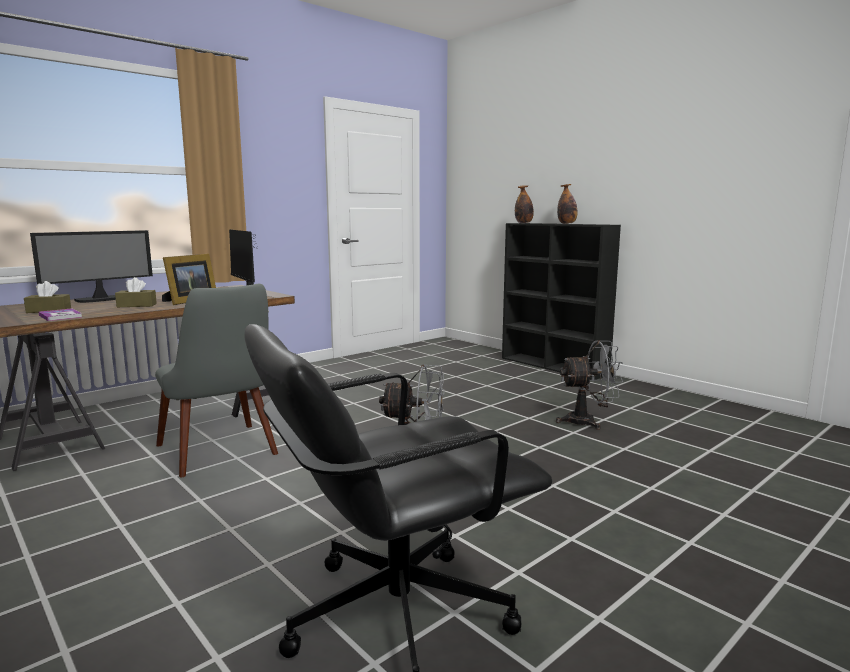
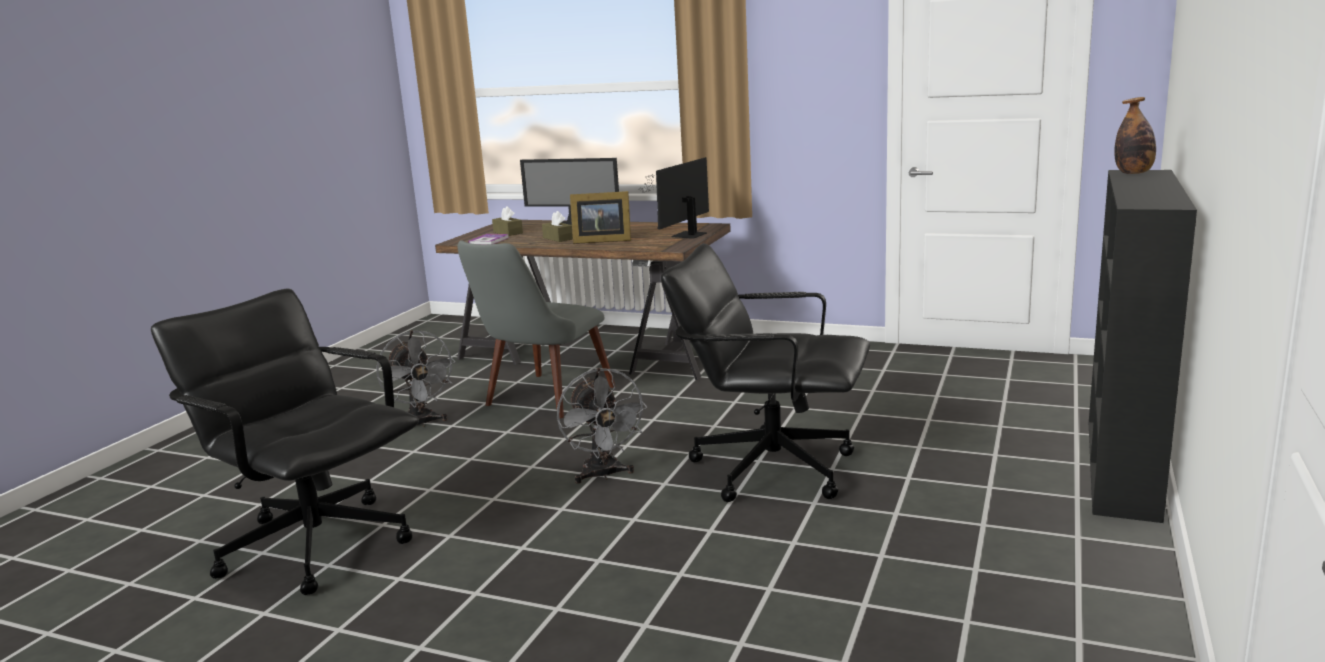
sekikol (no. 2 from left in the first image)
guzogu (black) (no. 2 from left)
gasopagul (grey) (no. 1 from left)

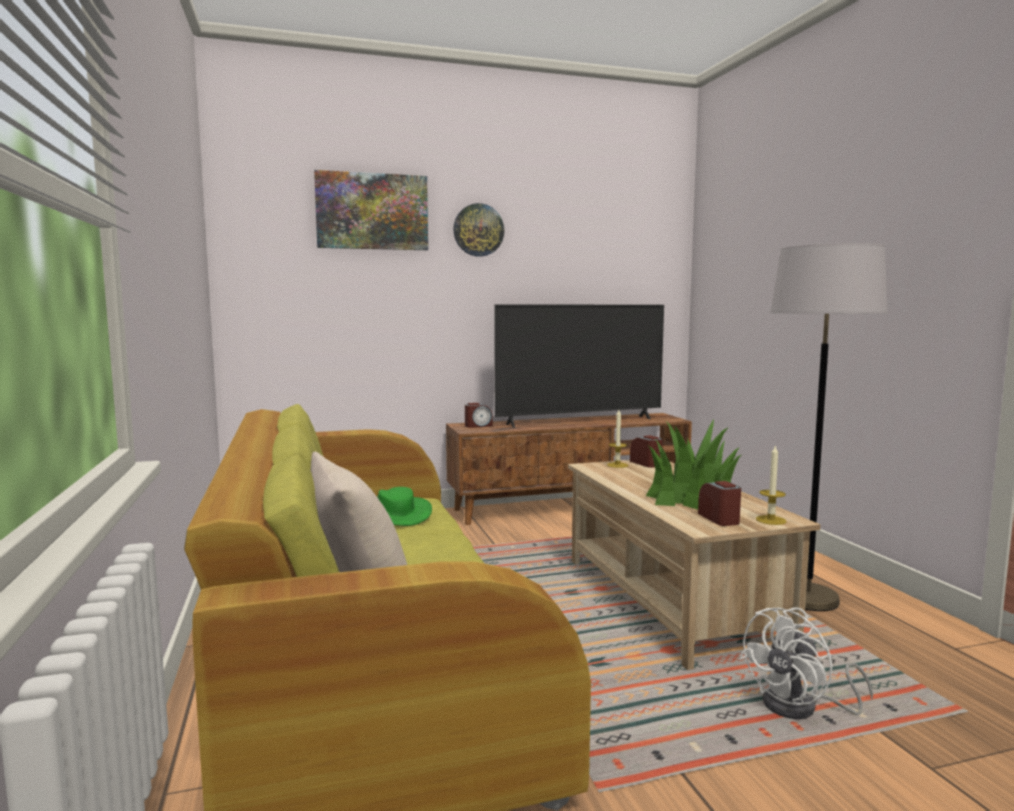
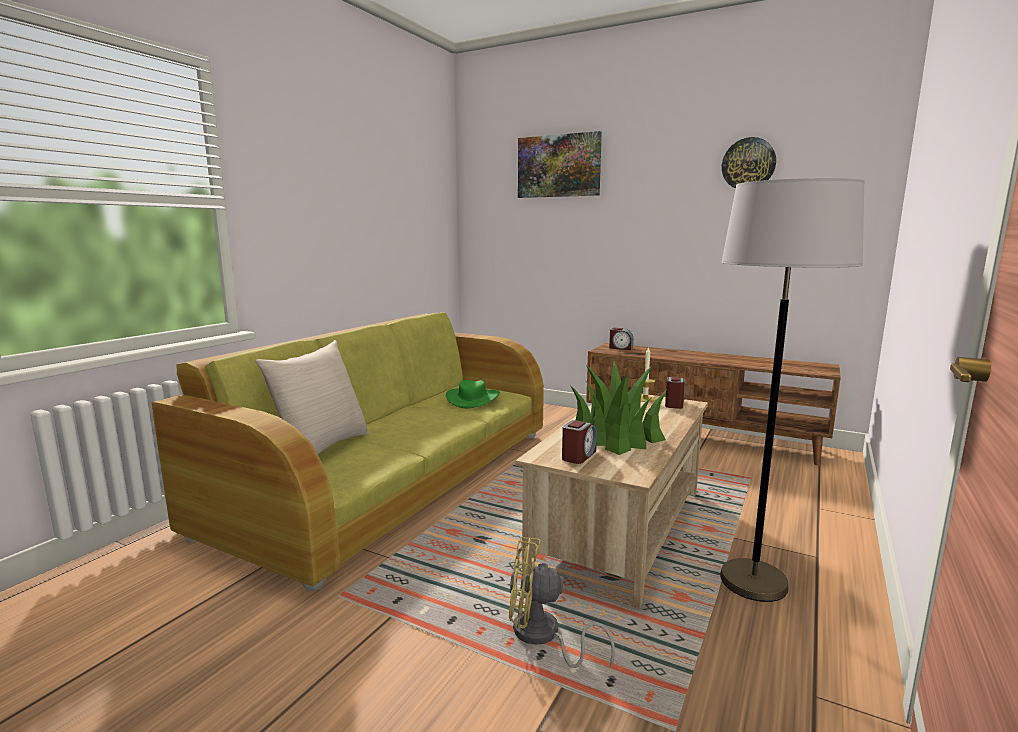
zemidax
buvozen (no. 2 from left in the first image)
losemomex
gasopagul (yellow)

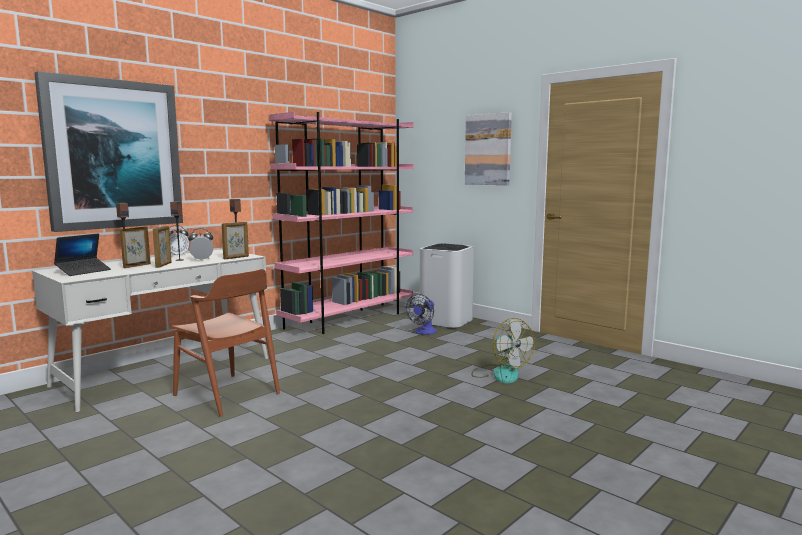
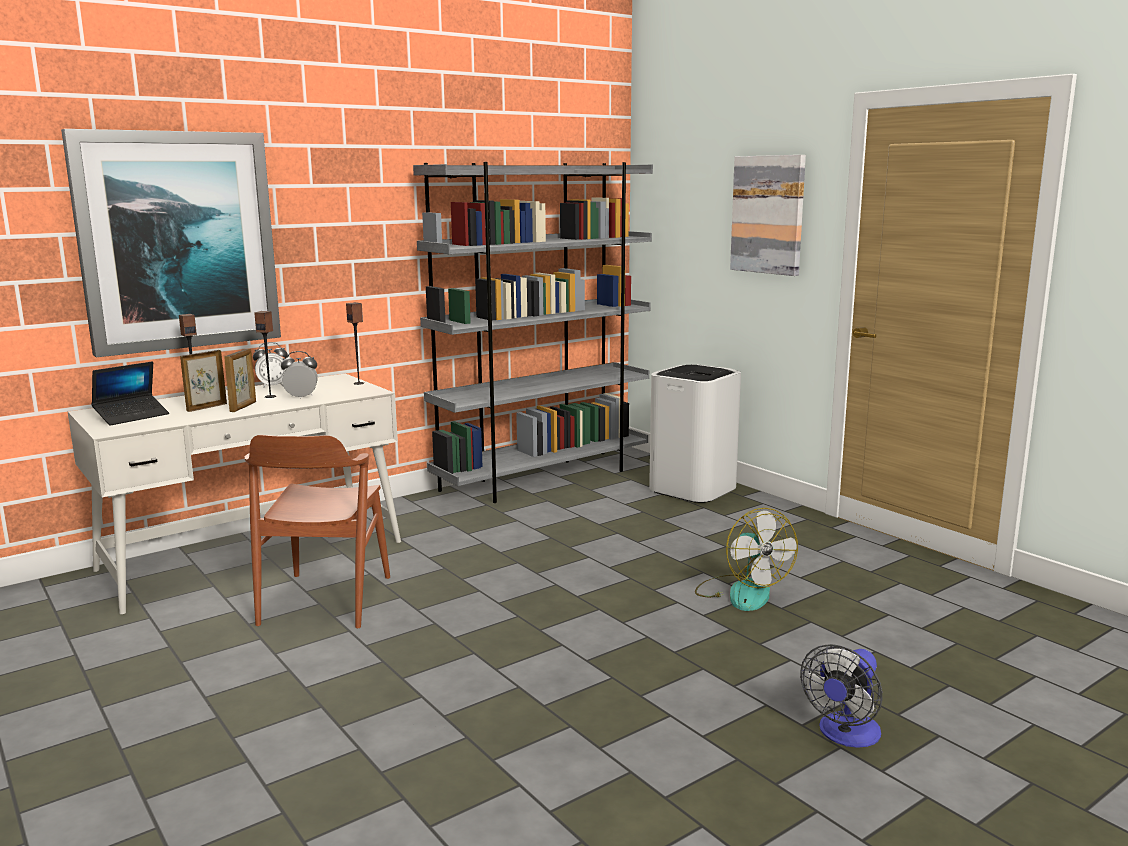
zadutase (no. 3 from left in the first image)
gasopagul (no. 2 from left)
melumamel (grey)
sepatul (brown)

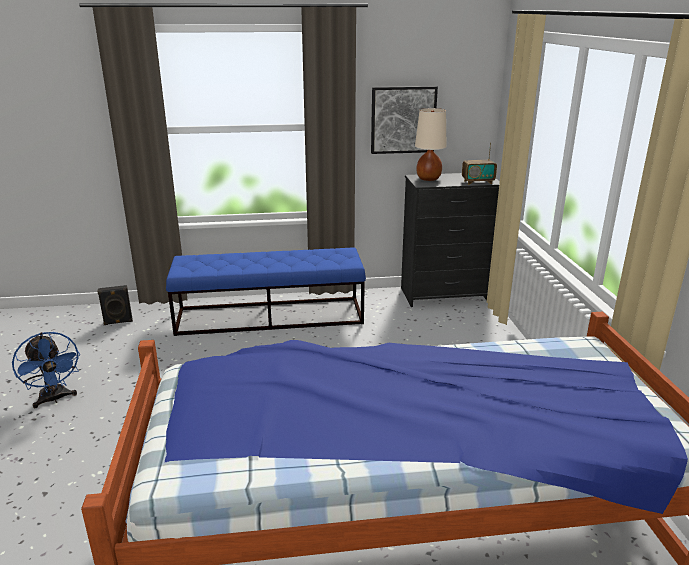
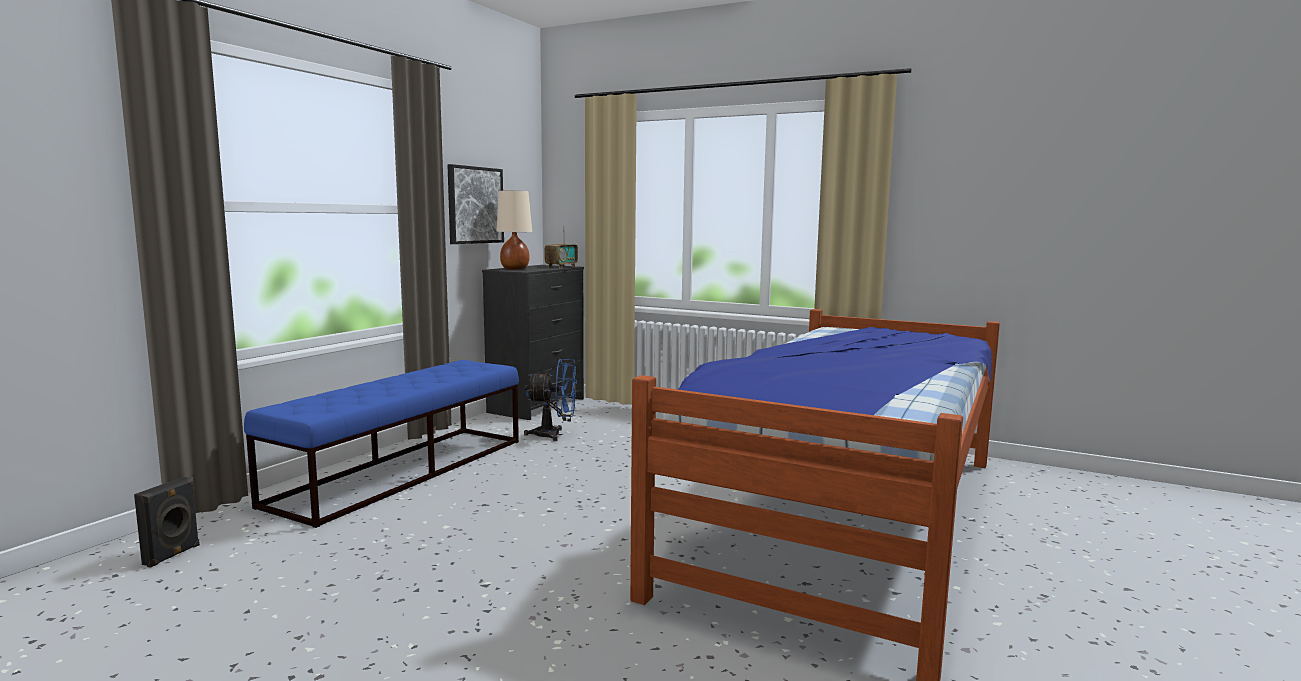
gasopagul (blue)

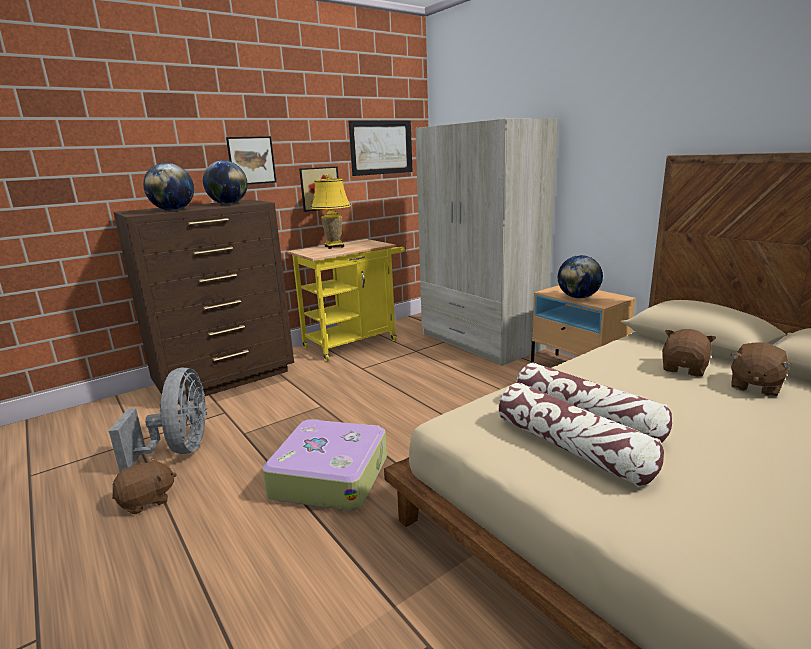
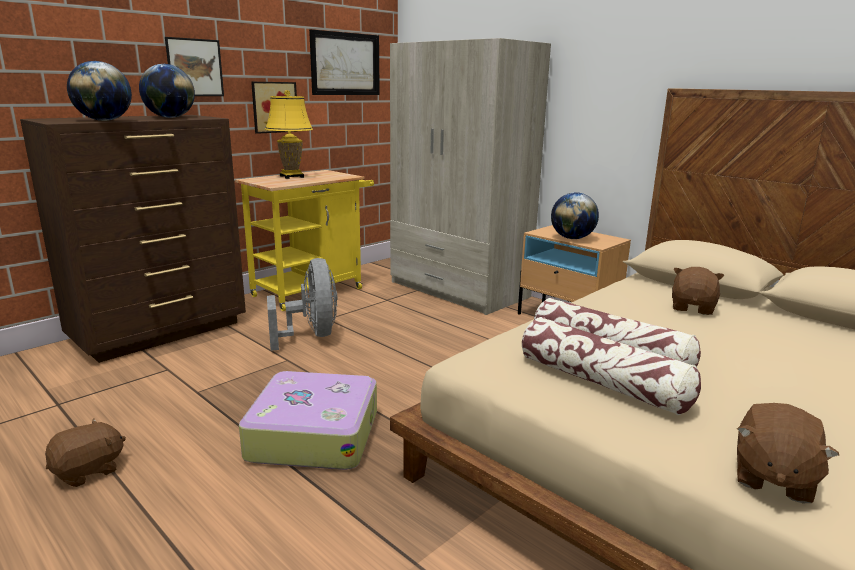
gasopagul (grey)
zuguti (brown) (no. 3 from left)

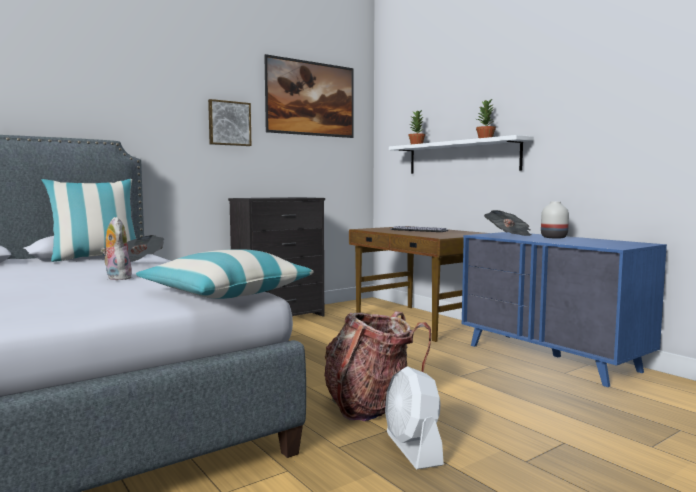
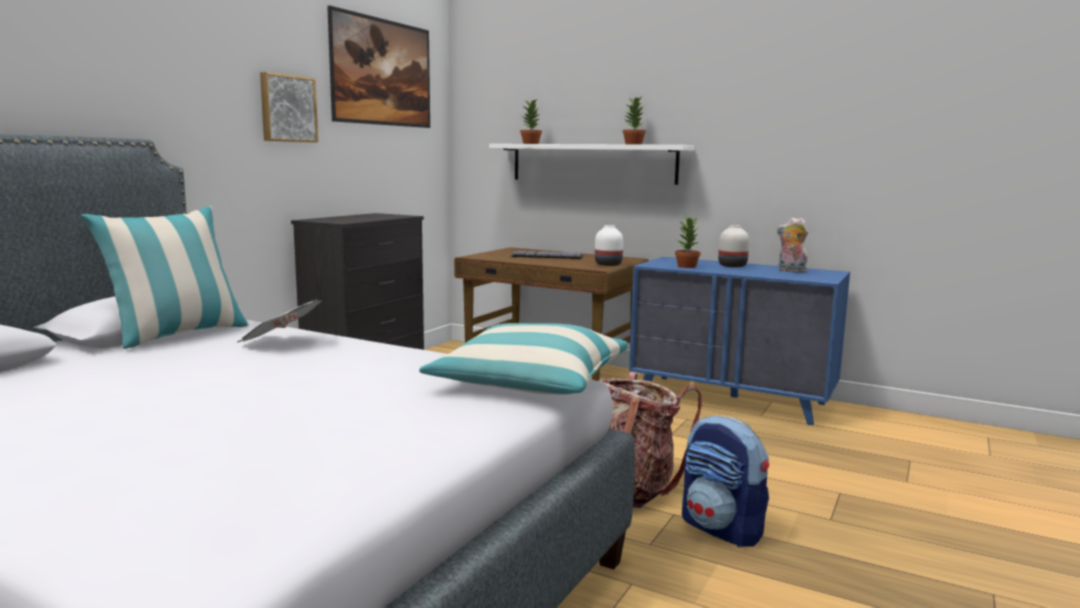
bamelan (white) (no. 1 from left)
zuguti
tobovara (no. 2 from left)
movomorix (no. 3 from left)

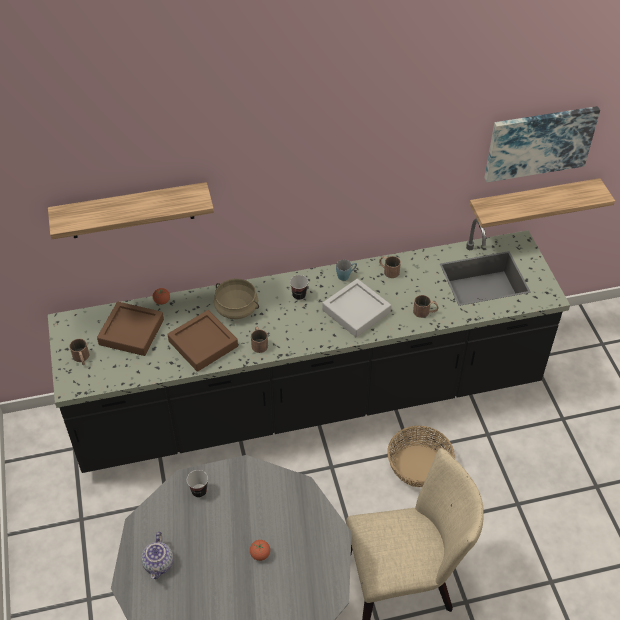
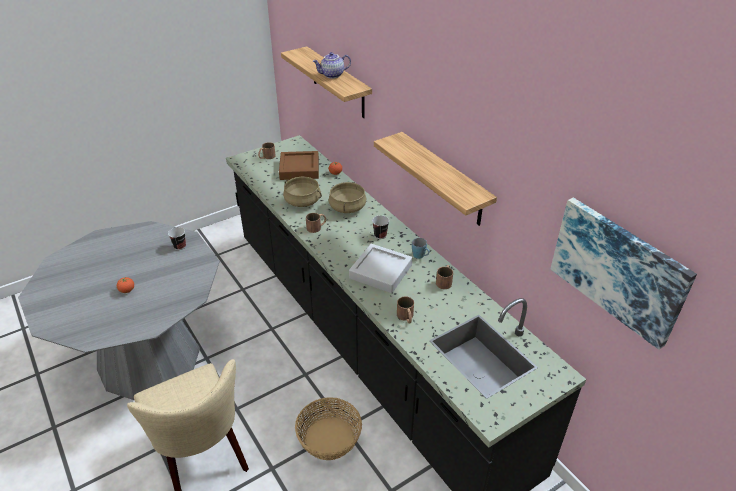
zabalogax
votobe (no. 2 from left)
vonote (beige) (no. 1 from left)

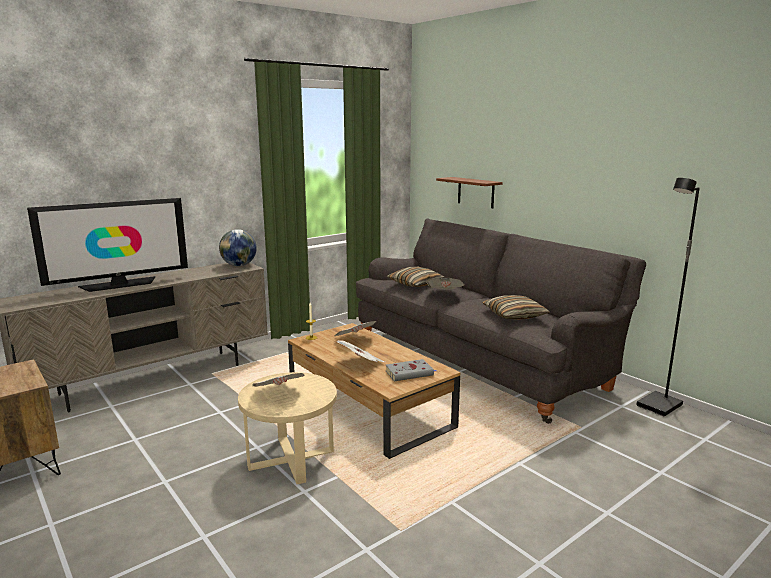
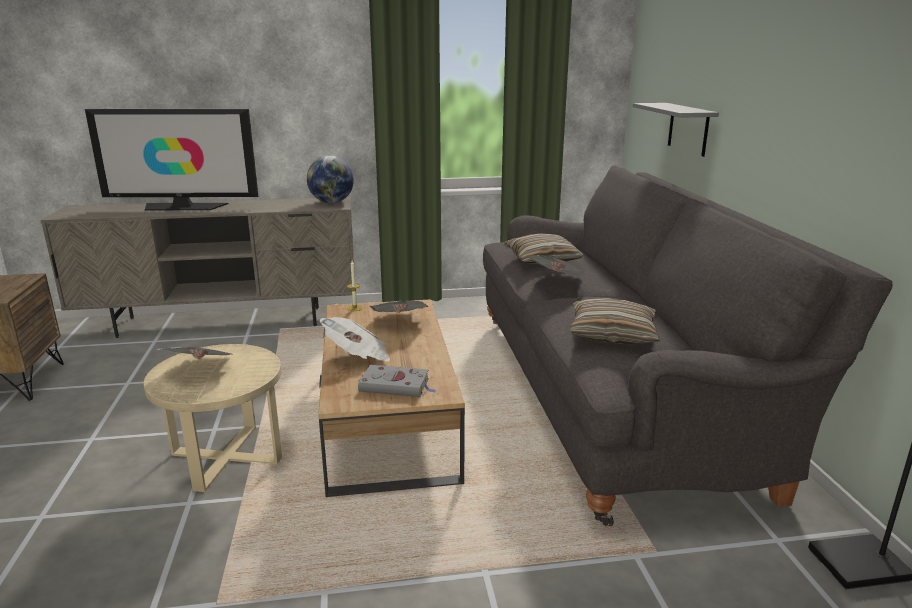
votobe (grey)

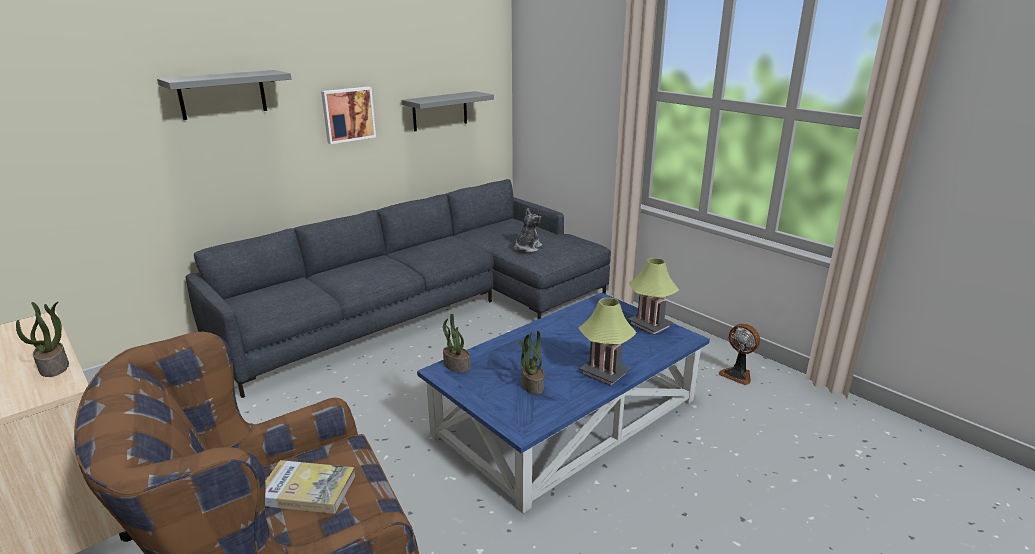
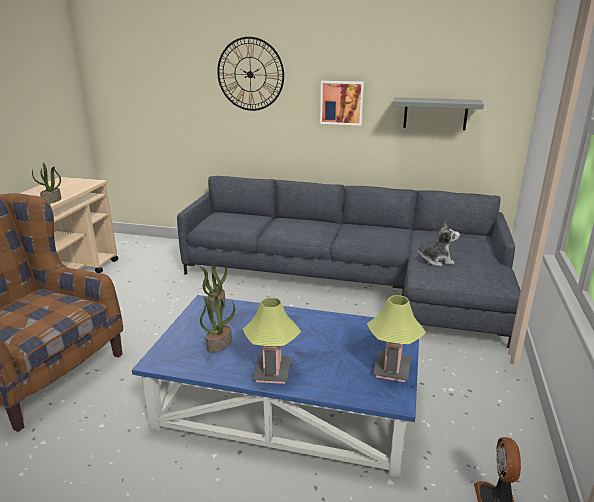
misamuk
losemomex

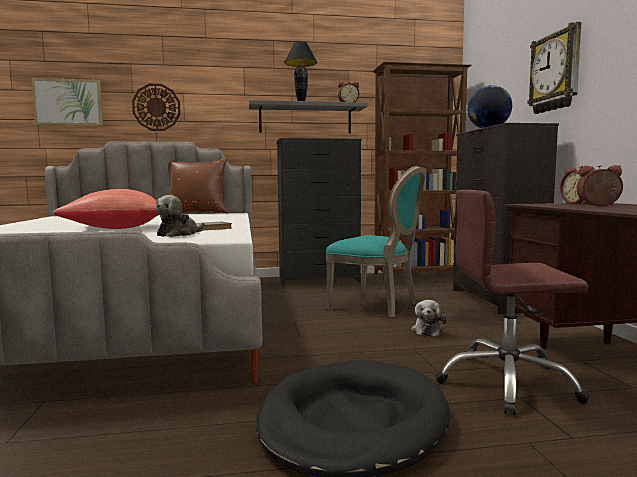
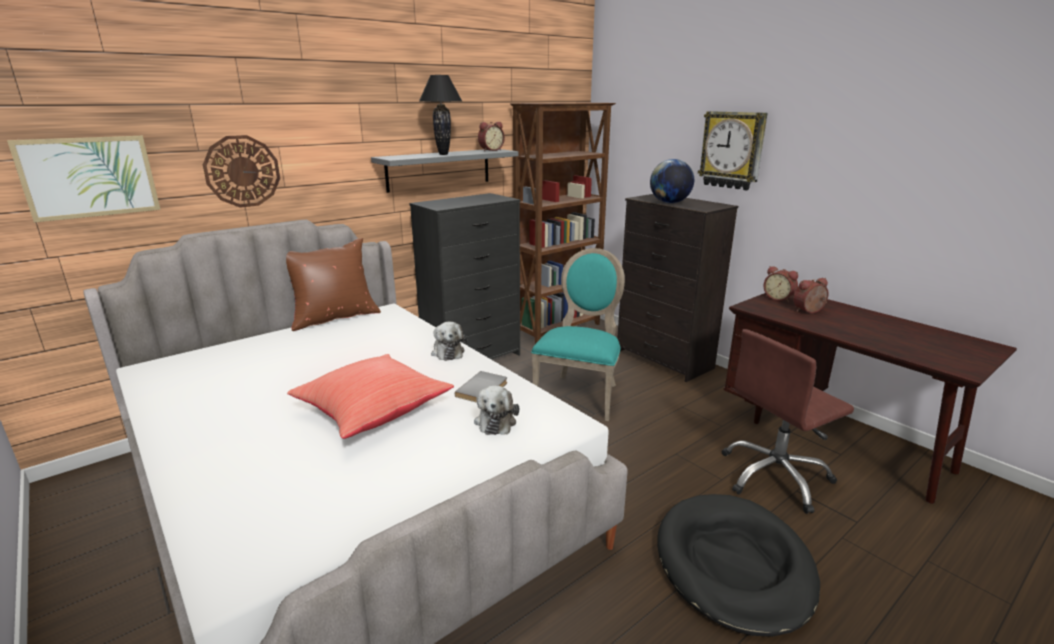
zuguti (no. 1 from left)
sepatul (turquoise)

